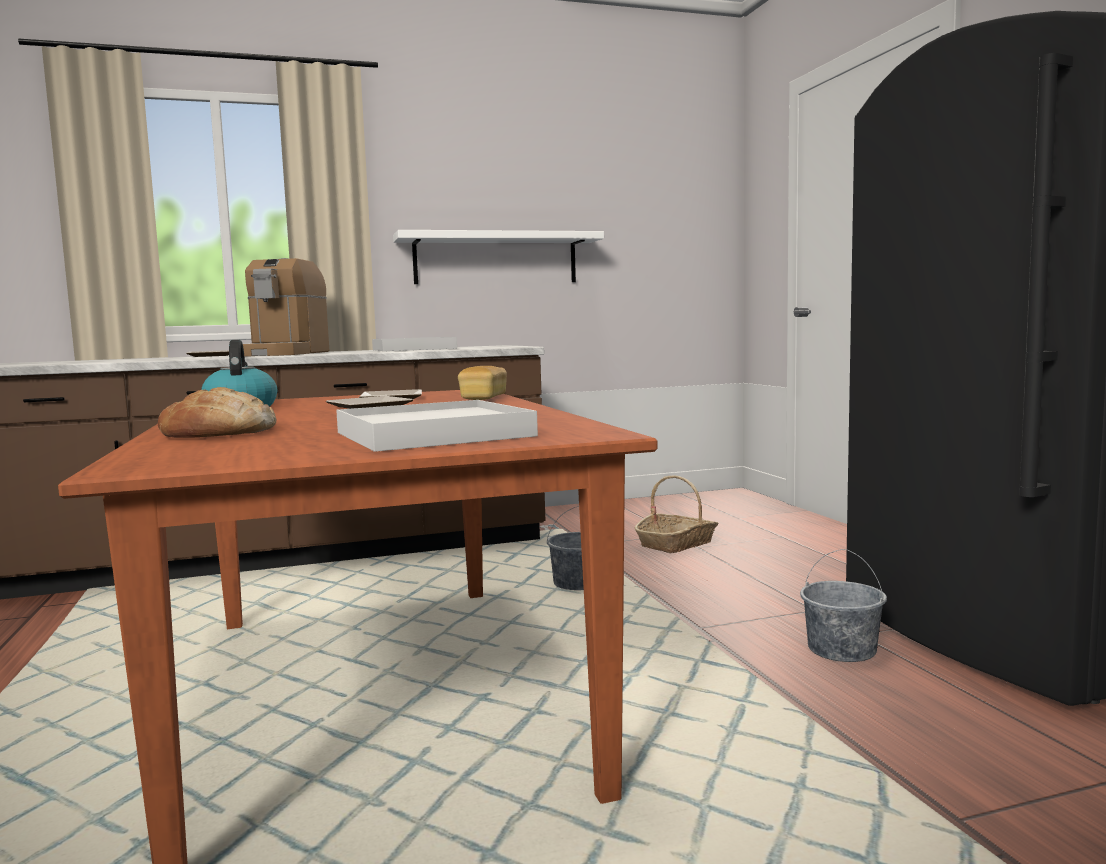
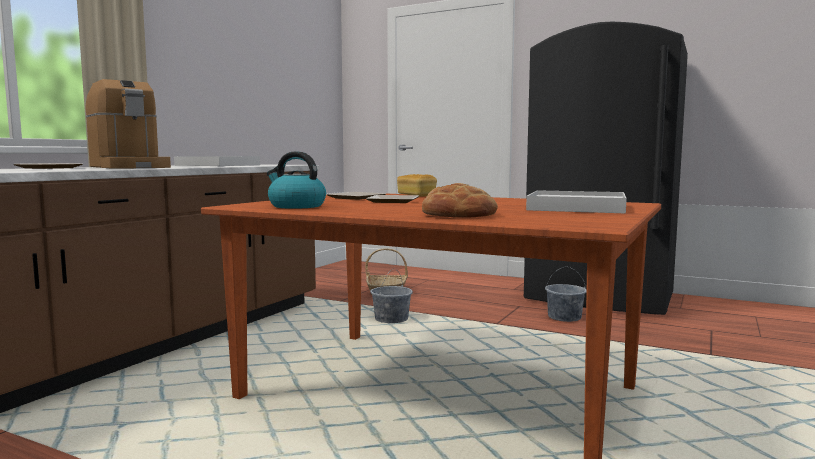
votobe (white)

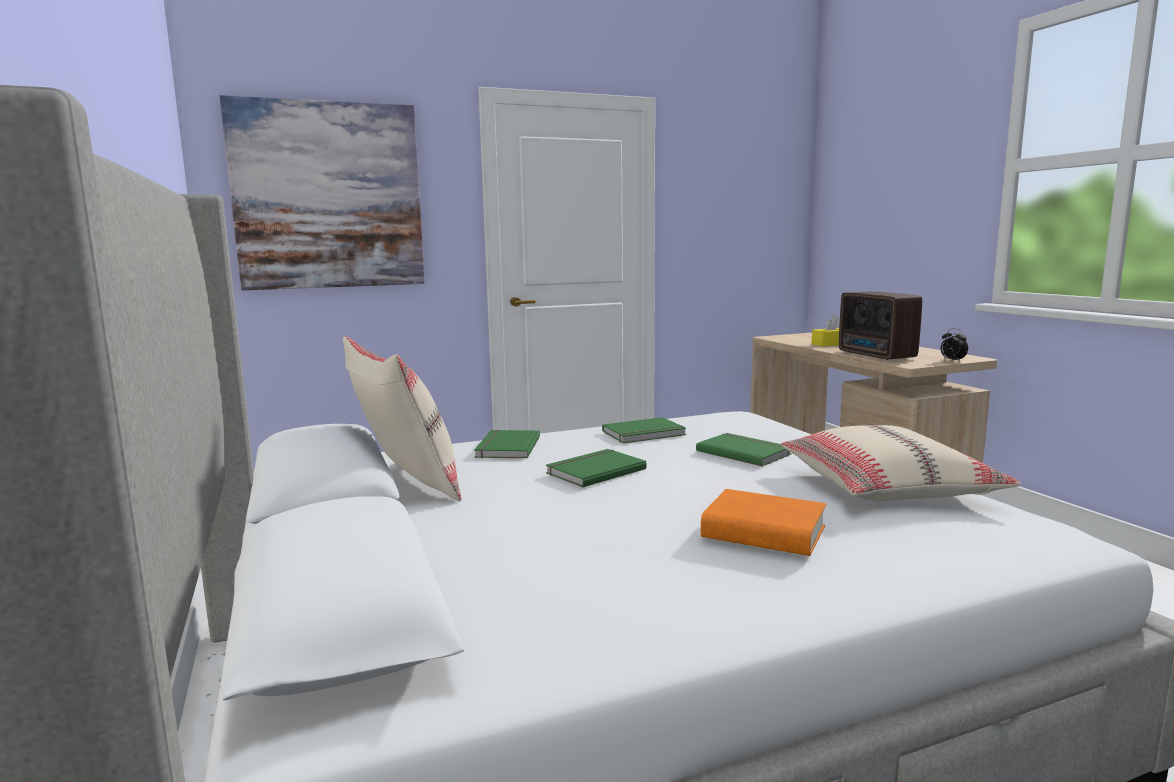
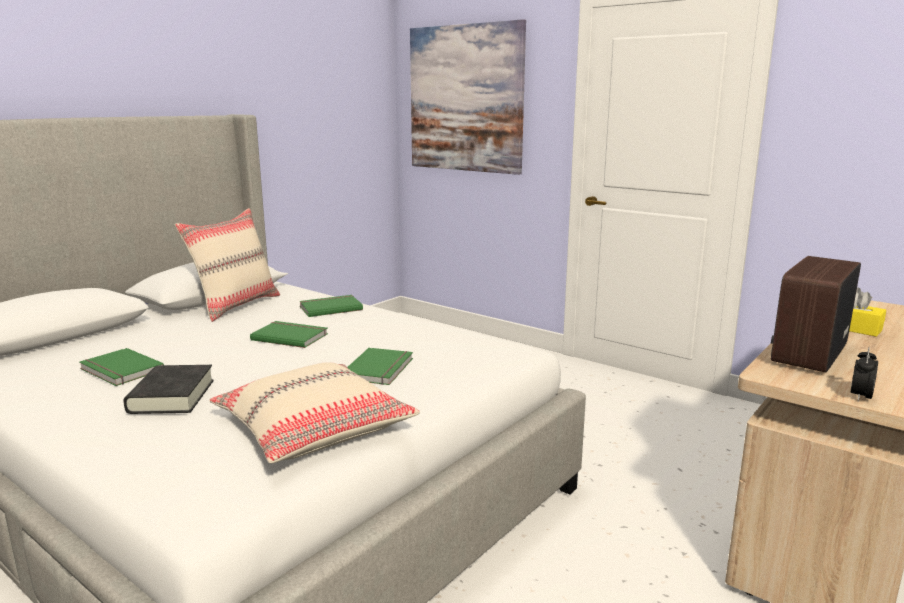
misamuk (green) (no. 1 from left)
misamuk (black)

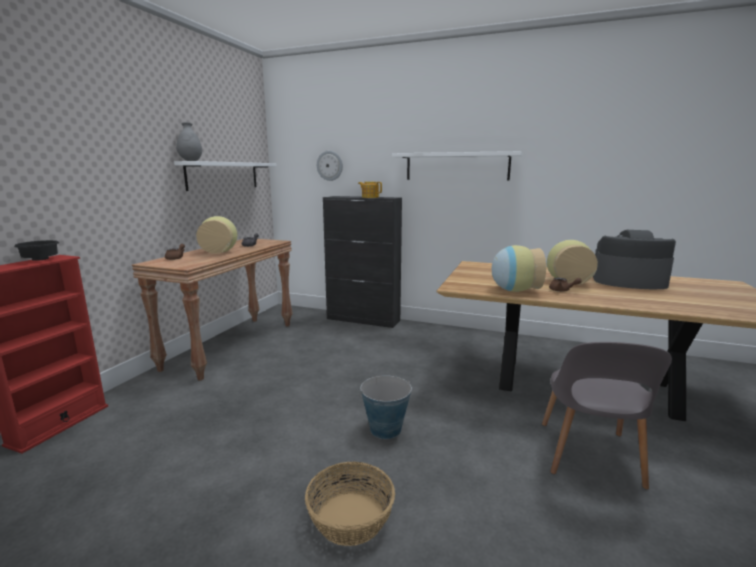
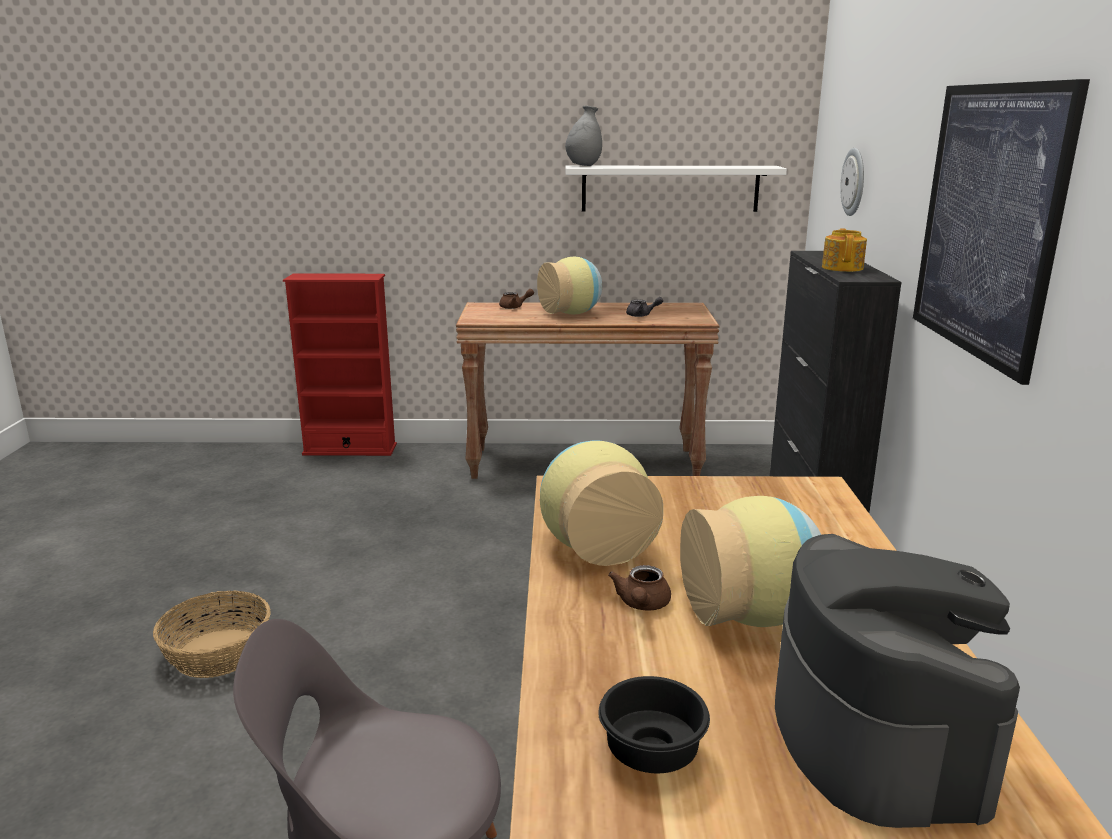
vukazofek
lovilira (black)
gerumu

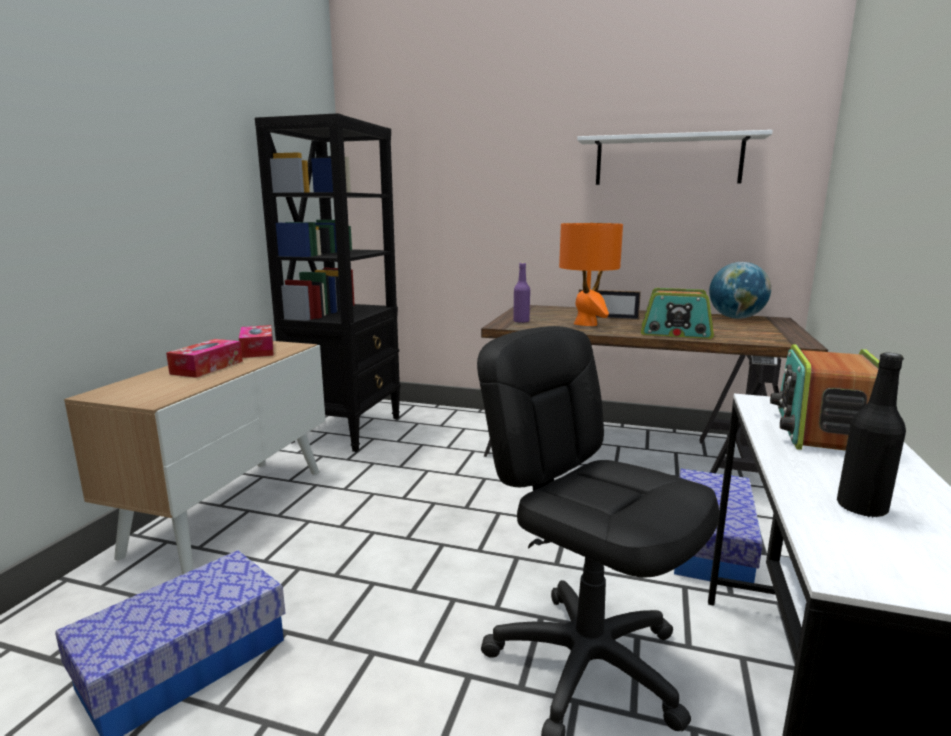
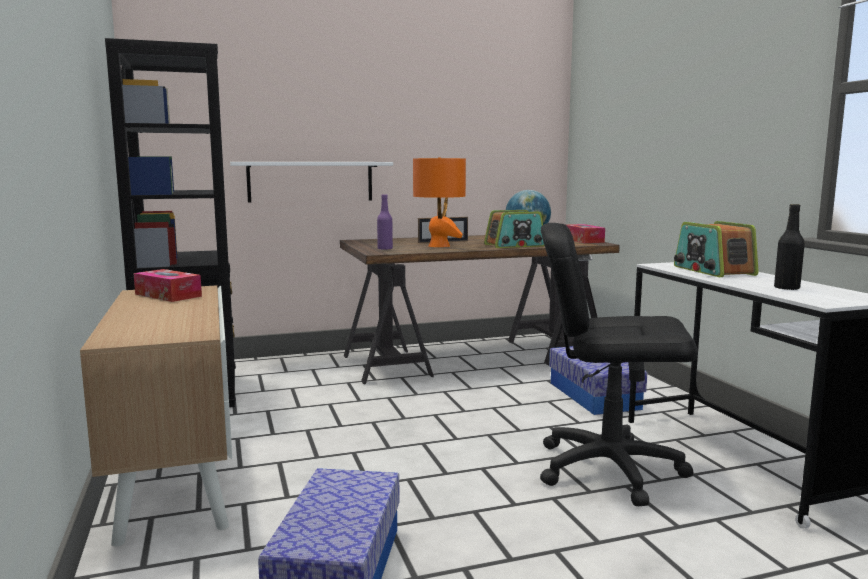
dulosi (no. 2 from left)
votobe (white)

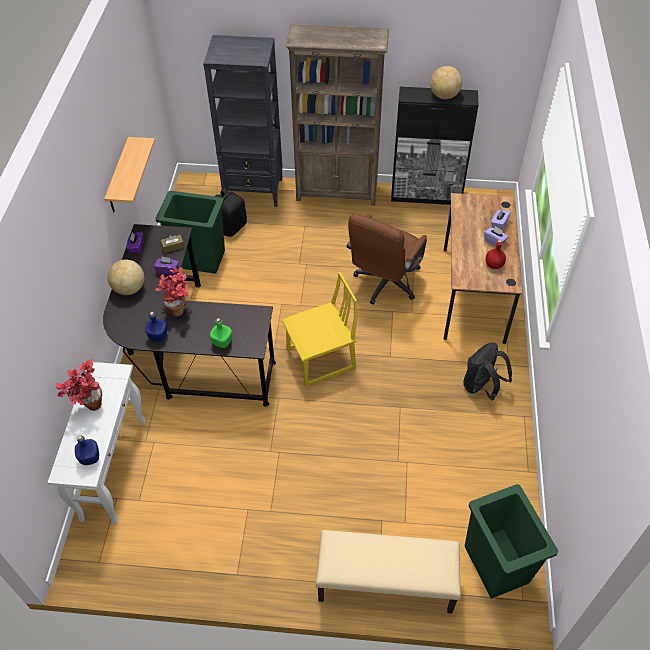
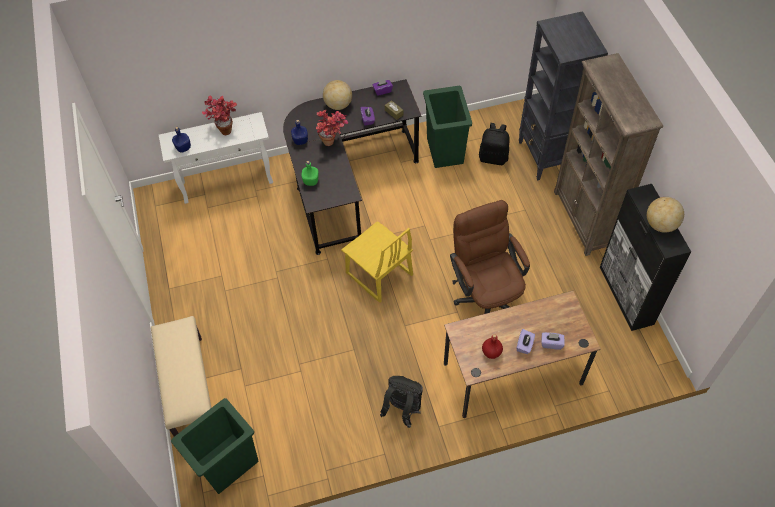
votobe
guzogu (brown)

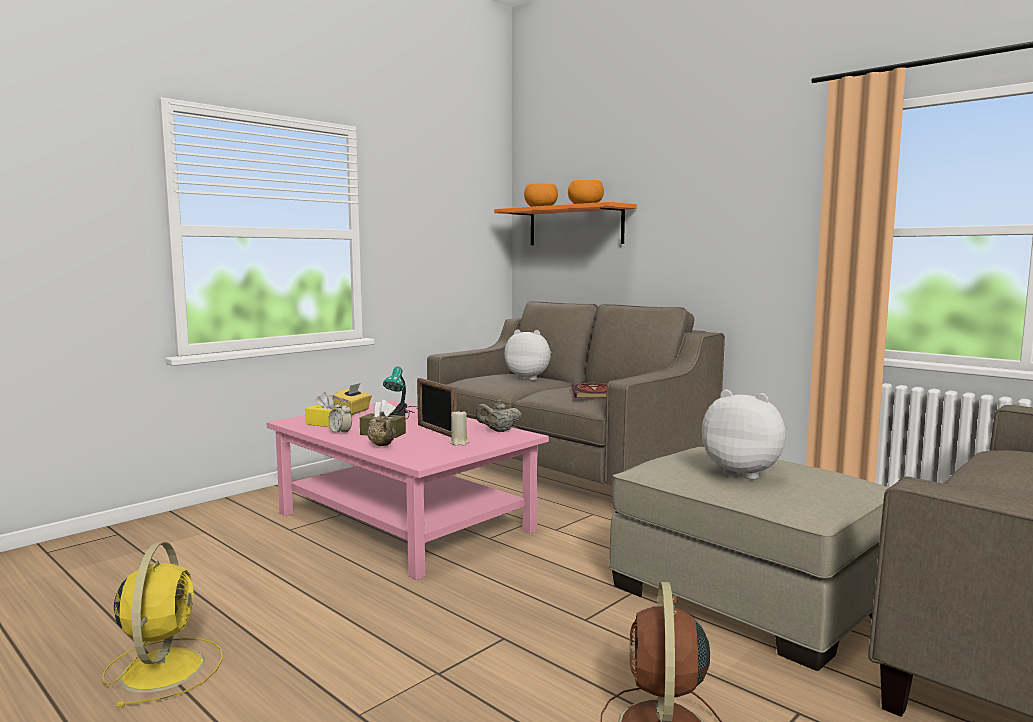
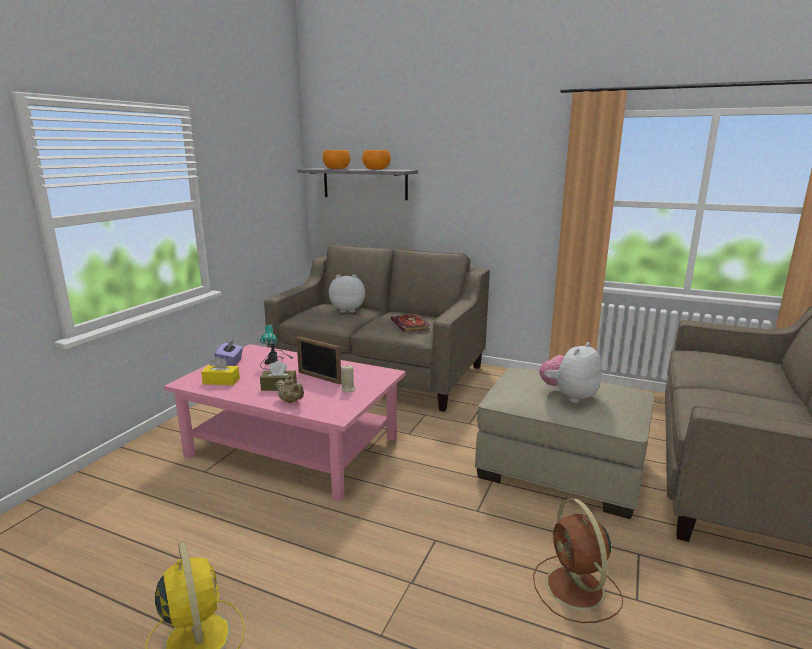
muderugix
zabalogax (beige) (no. 2 from left in the first image)
dulosi (purple)
votobe (grey)
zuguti (no. 2 from left)

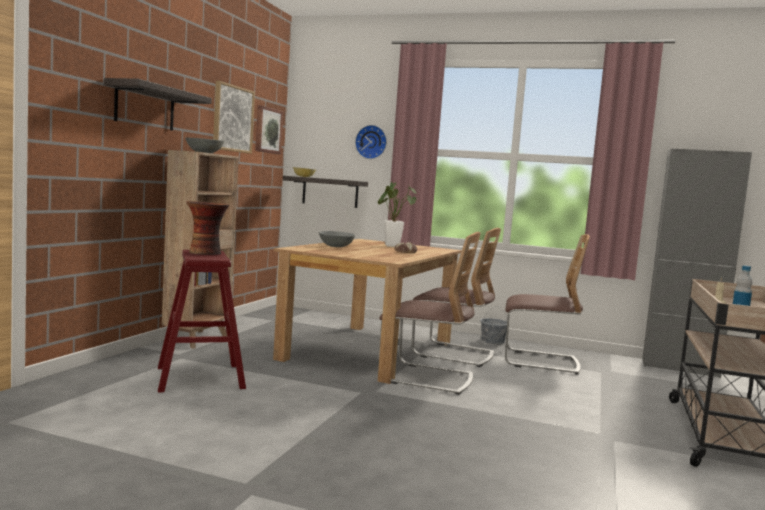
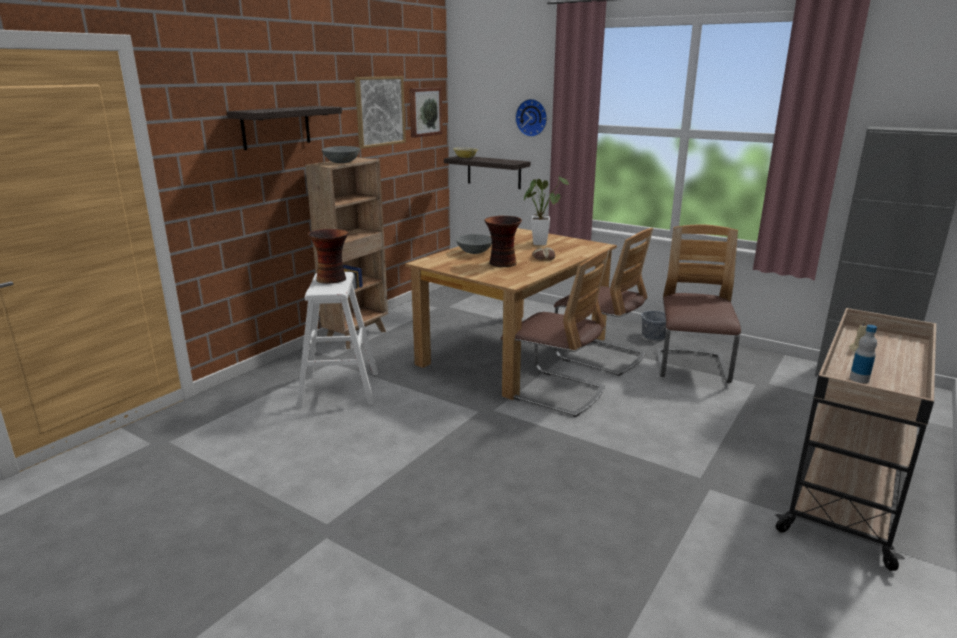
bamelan (no. 2 from left)
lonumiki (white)
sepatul (no. 3 from left)

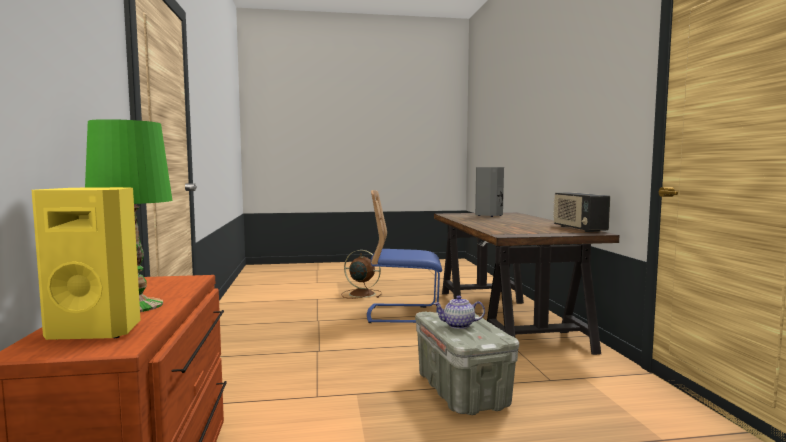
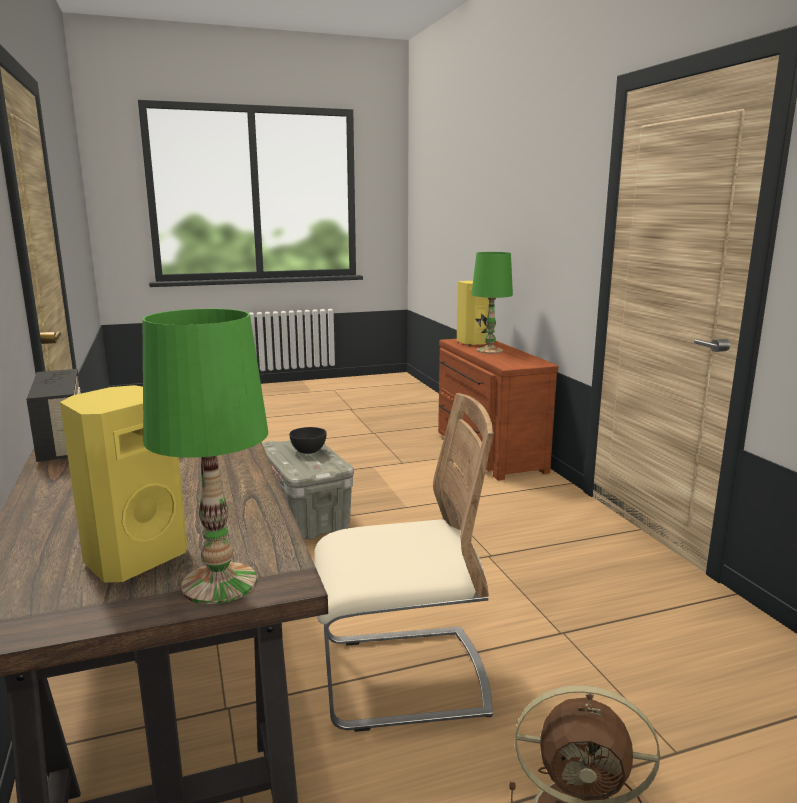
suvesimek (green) (no. 1 from left)
lovilira (grey)
sepatul (beige)
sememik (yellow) (no. 1 from left)

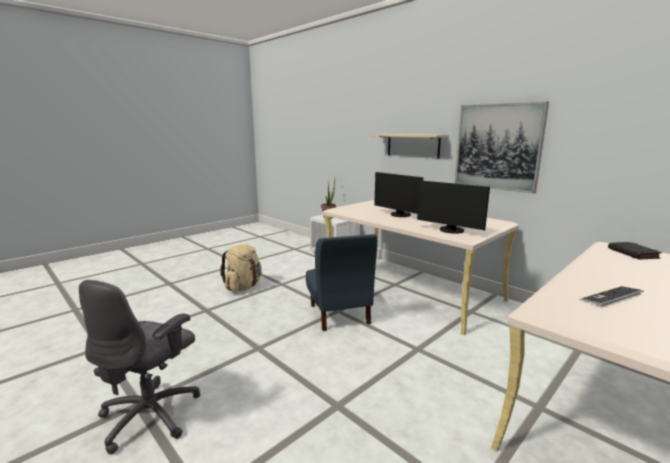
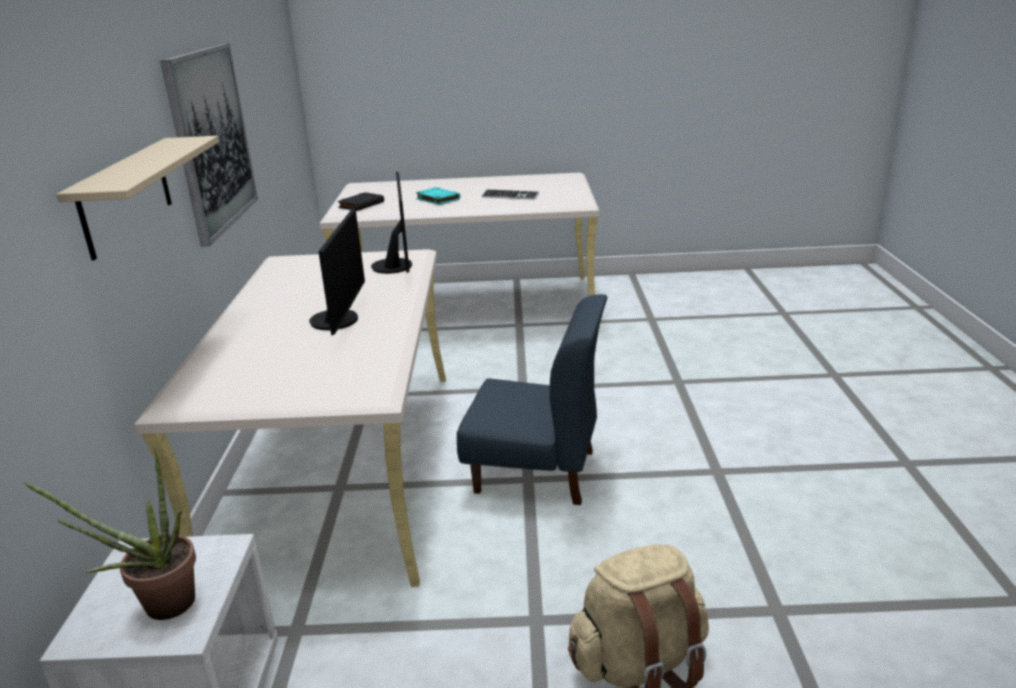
guzogu (grey)
misamuk (turquoise)
sepatul (blue)

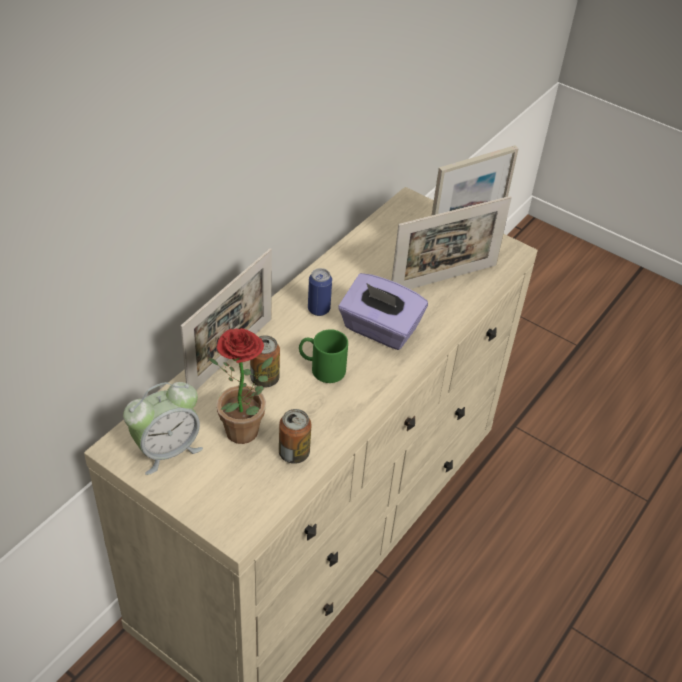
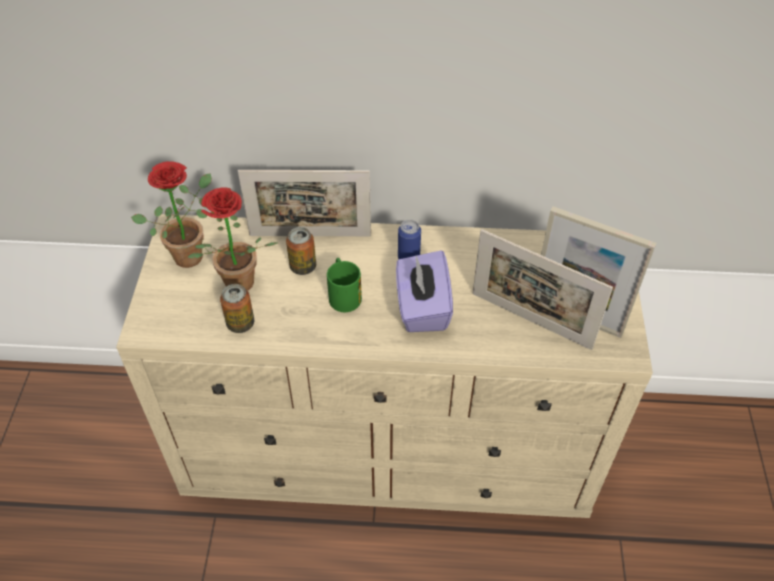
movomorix (no. 1 from left)

